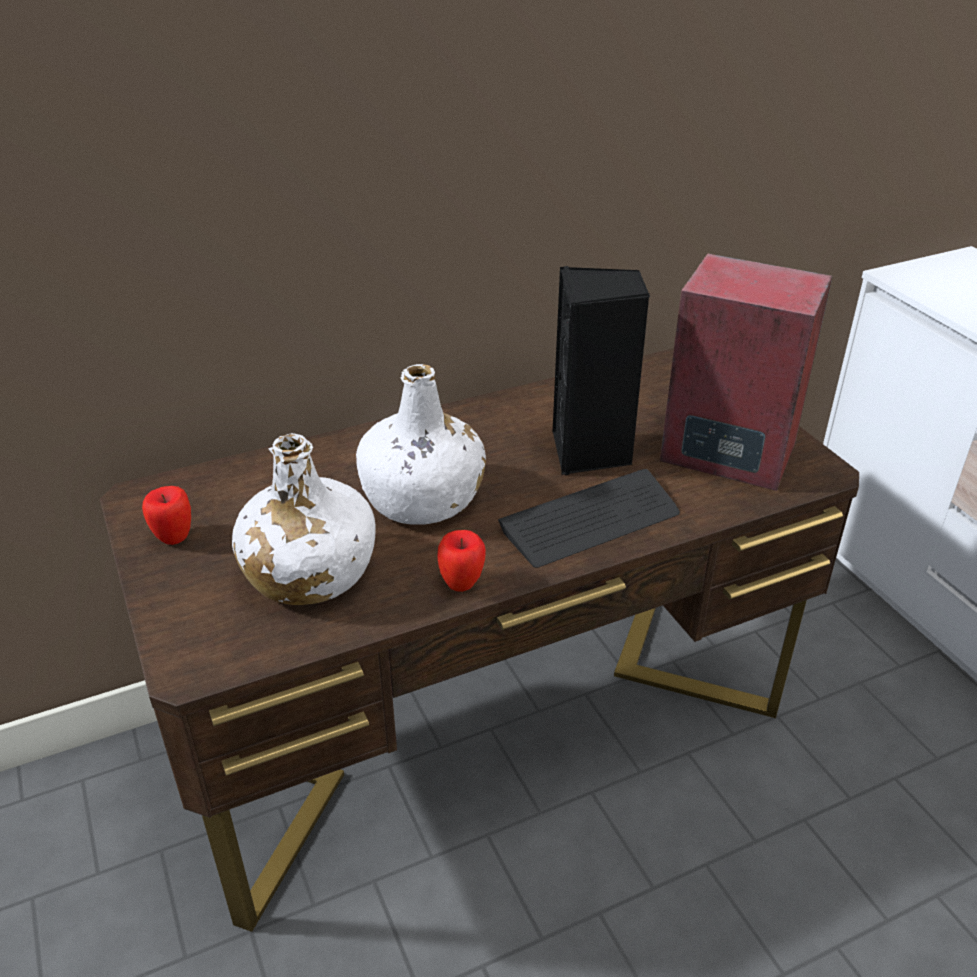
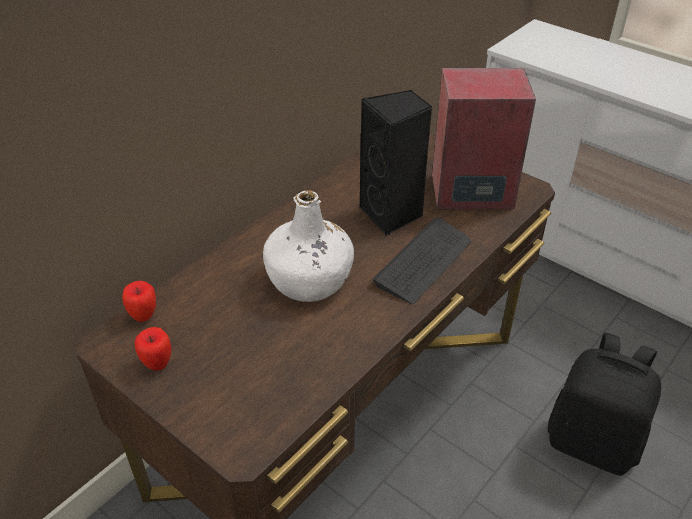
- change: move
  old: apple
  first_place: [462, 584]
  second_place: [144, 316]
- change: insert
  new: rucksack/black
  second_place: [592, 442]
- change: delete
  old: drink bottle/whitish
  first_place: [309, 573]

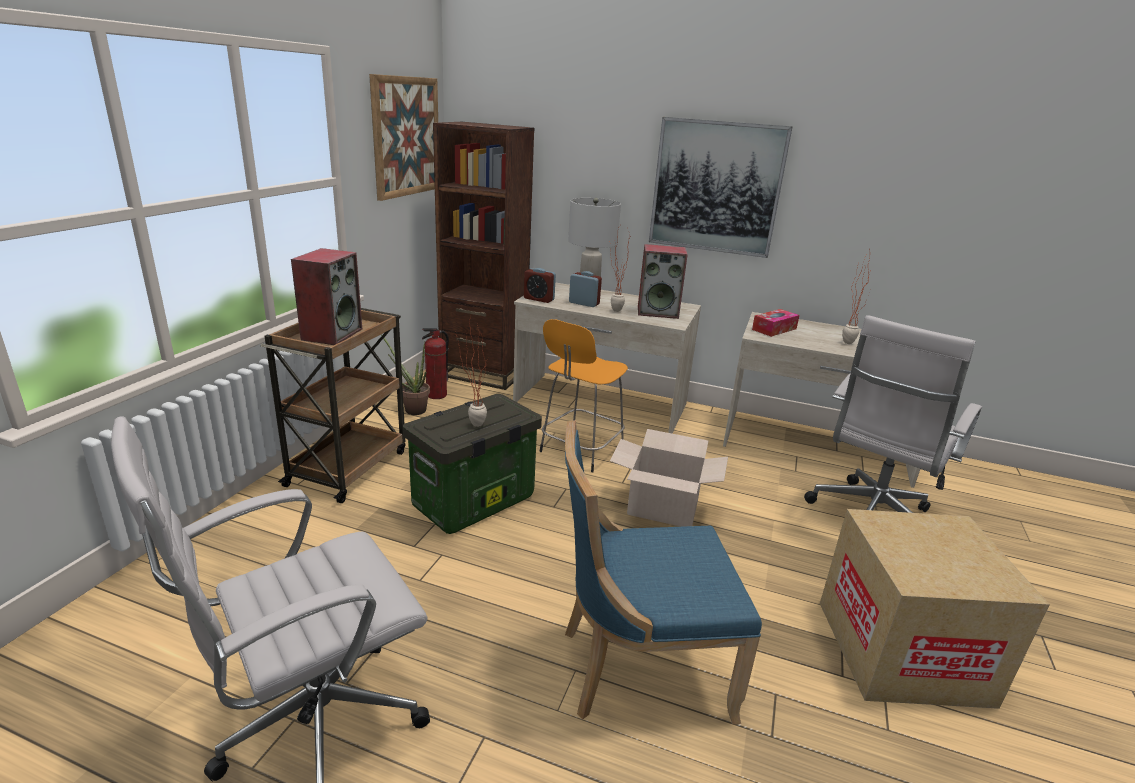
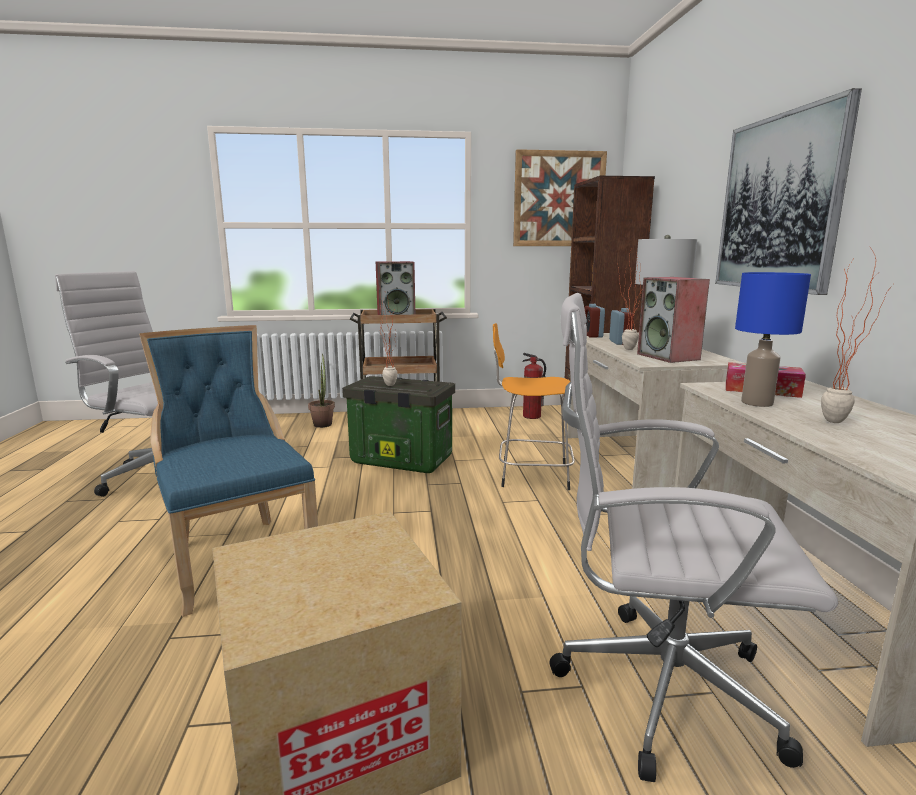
- change: move
  old: plant in a pot
  first_place: [411, 409]
  second_place: [323, 423]
- change: insert
  new: table lamp/bluish
  second_place: [756, 403]
- change: delete
  old: cardboard box
  first_place: [663, 507]

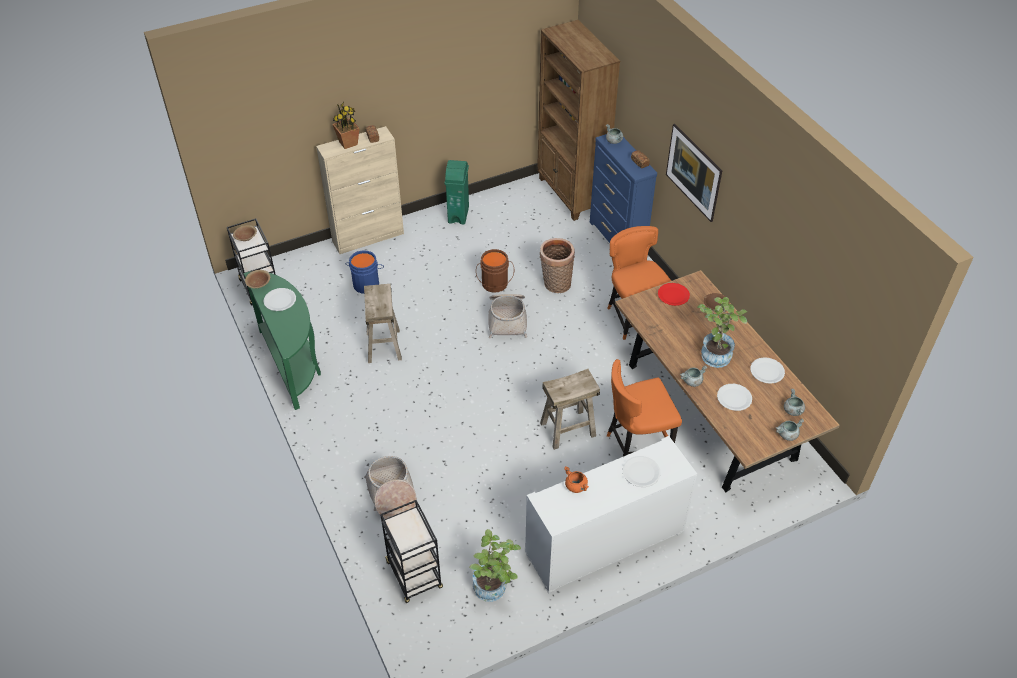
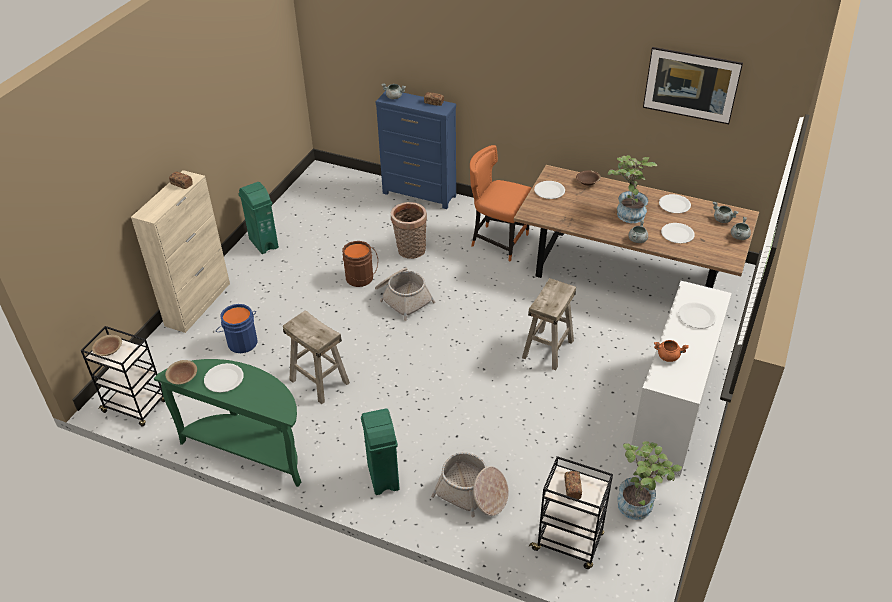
- change: insert
  new: rubbish bin/greenish
  second_place: [383, 477]
- change: recolor
  old: plate/reddish
  new: plate/whitish
  first_place: [673, 295]
  second_place: [549, 191]
- change: insert
  new: bread
  second_place: [572, 488]
- change: move
  old: wall picture
  first_place: [691, 185]
  second_place: [688, 100]
- change: delete
  old: plant in a pot
  first_place: [348, 143]
- change: delete
  old: bookcase/brownish
  first_place: [571, 194]
- change: delete
  old: upright chair/orange-coloured
  first_place: [636, 445]

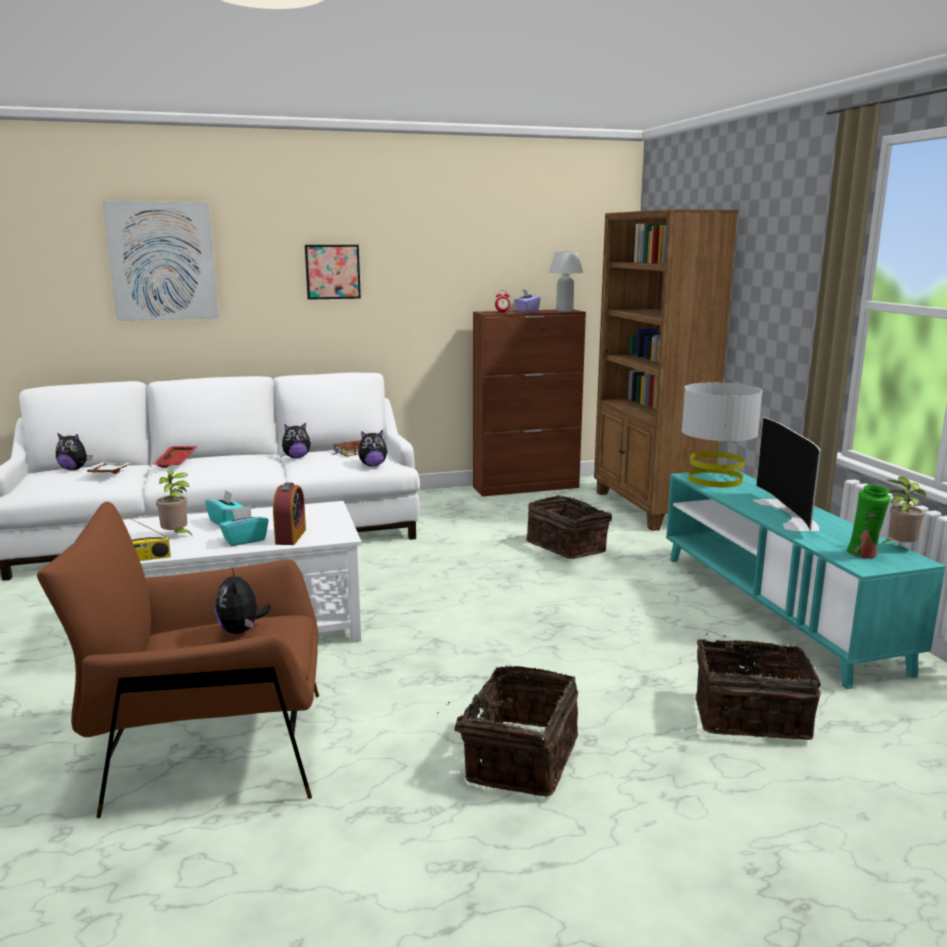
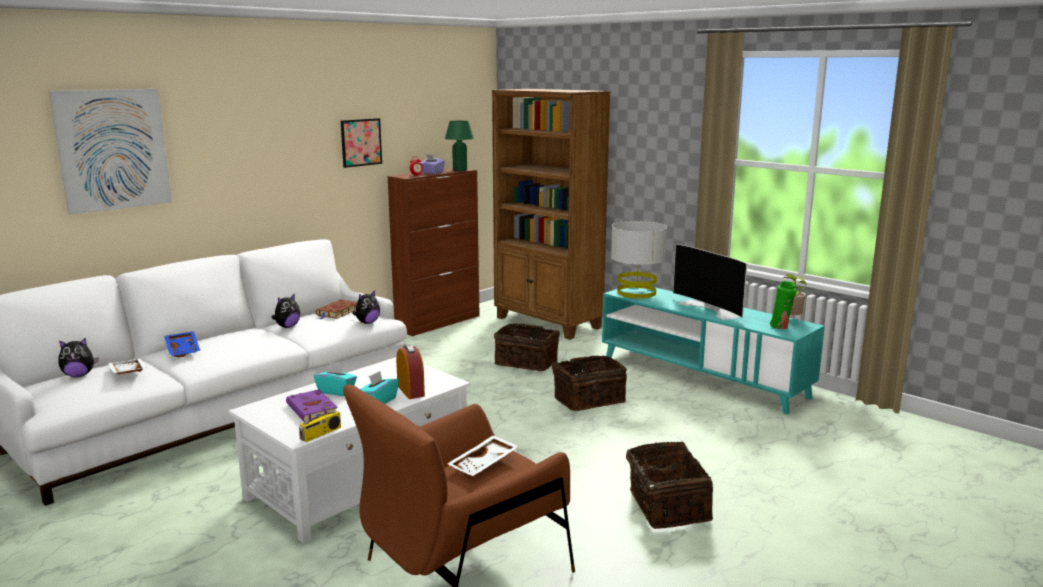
- change: recolor
  old: serving tray/reddish
  new: serving tray/bluish
  first_place: [177, 462]
  second_place: [184, 350]
- change: replace
  old: plant in a pot
  new: book/purple
  first_place: [176, 536]
  second_place: [313, 411]
- change: move
  old: wall picture
  first_place: [332, 271]
  second_place: [361, 142]
- change: recolor
  old: table lamp/whitish
  new: table lamp/greenish
  first_place: [564, 311]
  second_place: [460, 170]
- change: replace
  old: soft toy
  new: serving tray/whitish
  first_place: [241, 631]
  second_place: [484, 464]
- change: move
  old: storage basket
  first_place: [750, 716]
  second_place: [588, 400]

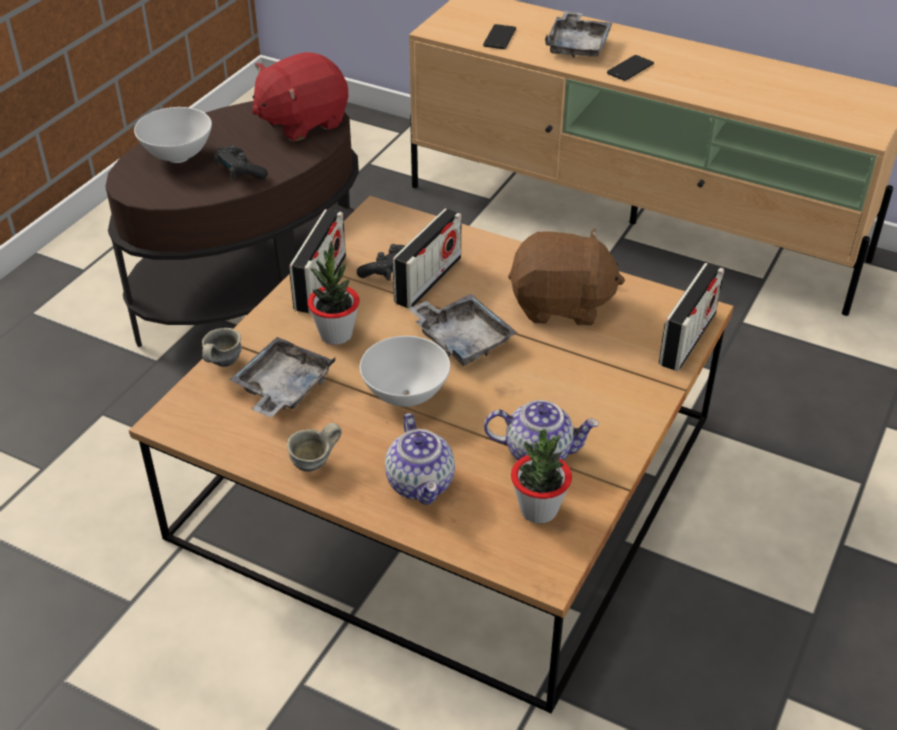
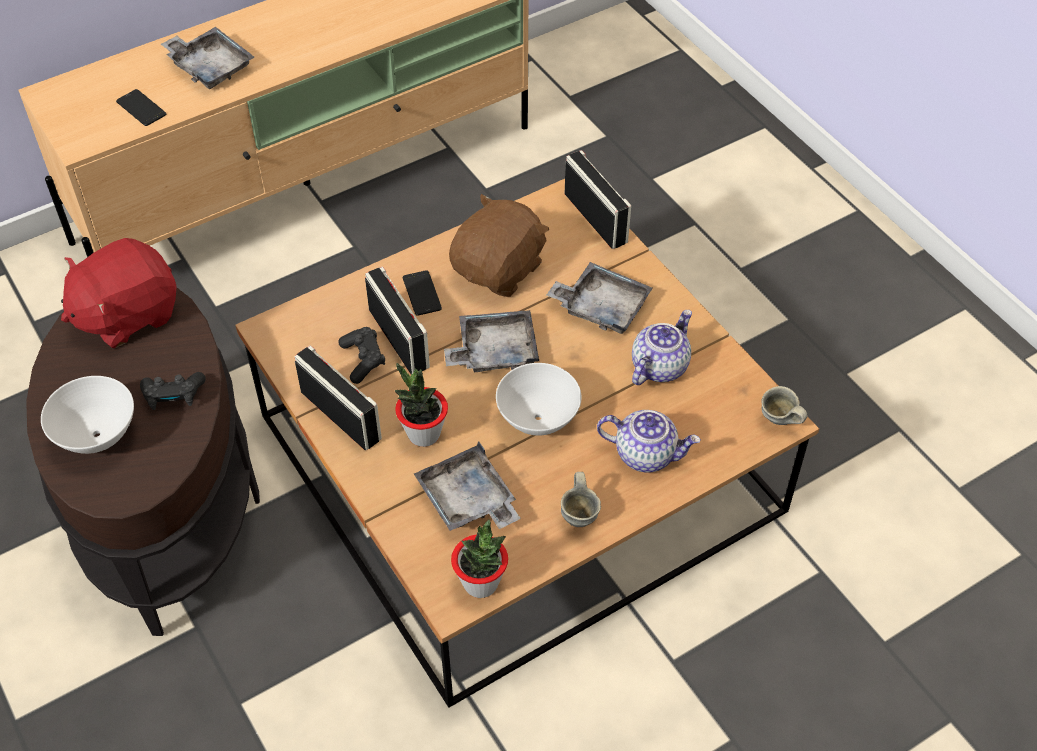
- change: rotate
  old: soft toy/reddish
  first_place: [301, 122]
  second_place: [127, 314]
  degrees: 60
- change: move
  old: phone
  first_place: [630, 68]
  second_place: [422, 293]
- change: move
  old: plant in a pot
  first_place: [538, 510]
  second_place: [481, 583]
- change: insert
  new: serving tray/grey
  second_place: [601, 307]
- change: move
  old: coffee mug/grey
  first_place: [221, 363]
  second_place: [778, 422]

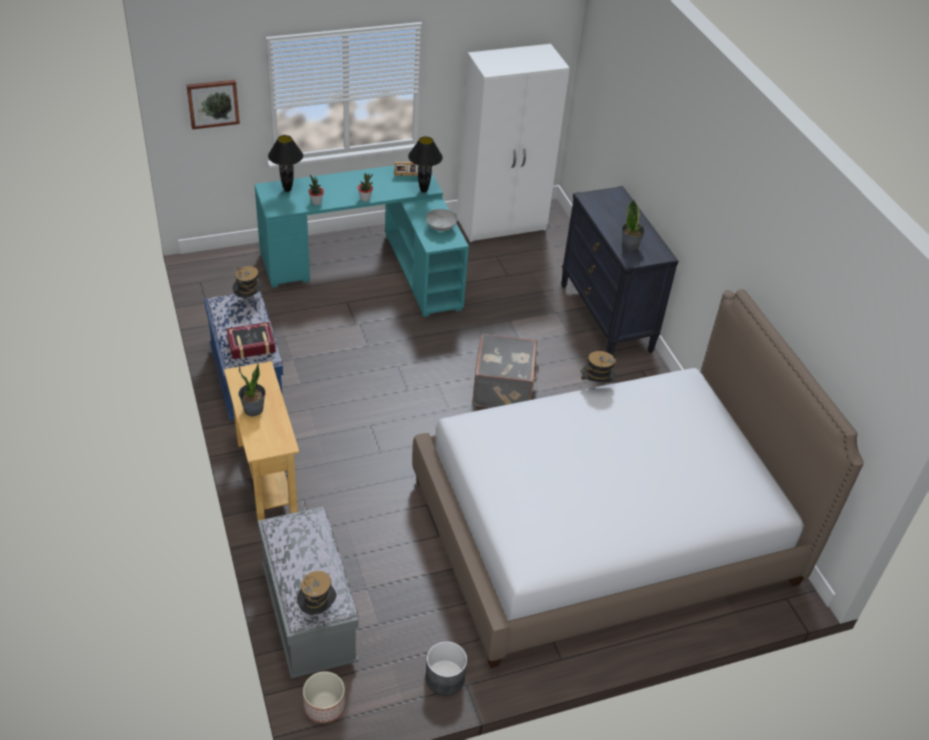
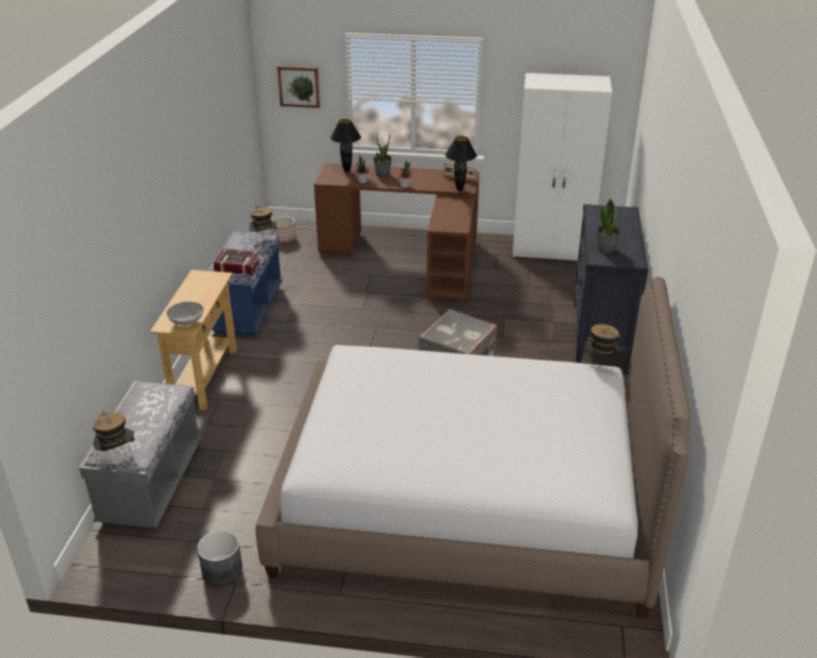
- change: move
  old: serving bowl/grey
  first_place: [440, 227]
  second_place: [186, 322]
- change: move
  old: planter
  first_place: [324, 706]
  second_place: [283, 238]
- change: recolor
  old: desk/blue-green
  new: desk/brownish
  first_place: [371, 266]
  second_place: [411, 256]
- change: move
  old: plant in a pot
  first_place: [253, 409]
  second_place: [383, 174]
- change: move
  old: wearable hat
  first_place: [596, 385]
  second_place: [600, 363]

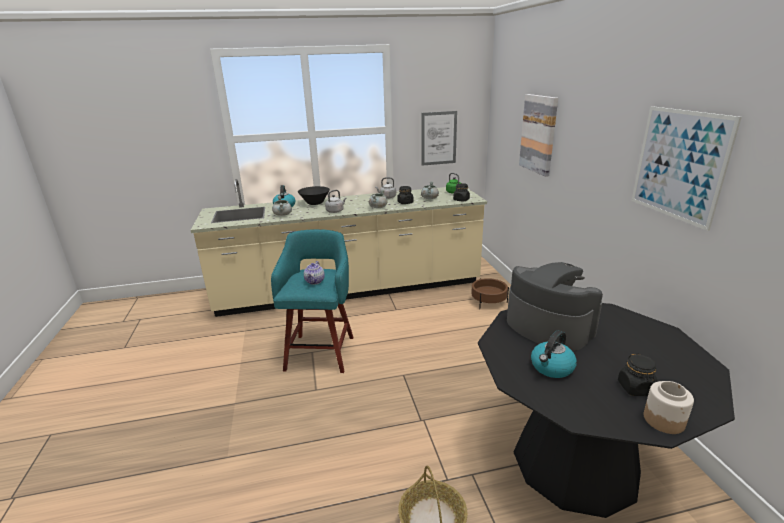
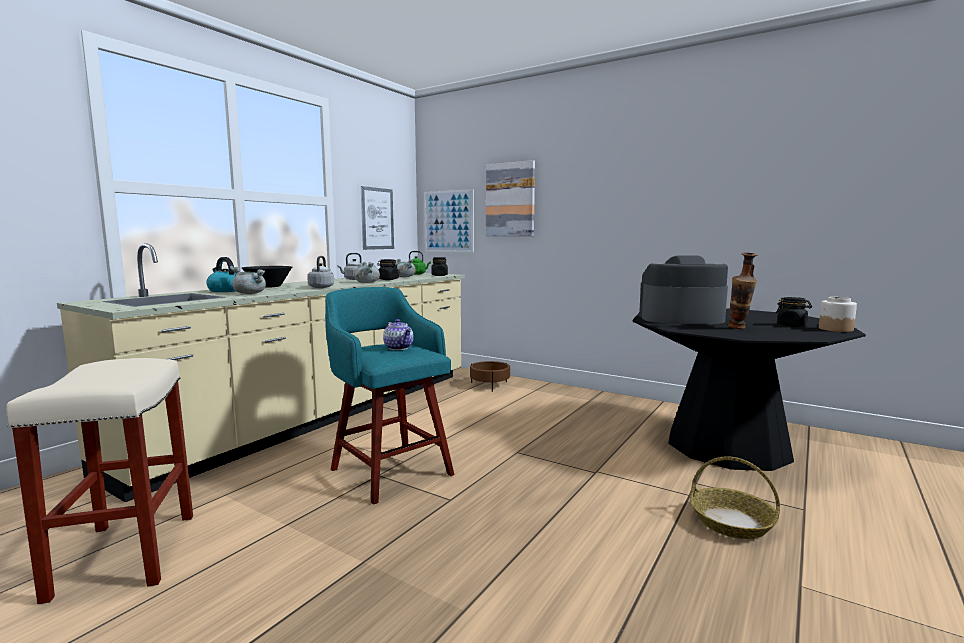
- change: insert
  new: stool seat/beige
  second_place: [125, 553]
- change: move
  old: wall picture
  first_place: [679, 165]
  second_place: [448, 221]
- change: replace
  old: tea kettle
  new: vase
  first_place: [552, 368]
  second_place: [739, 329]

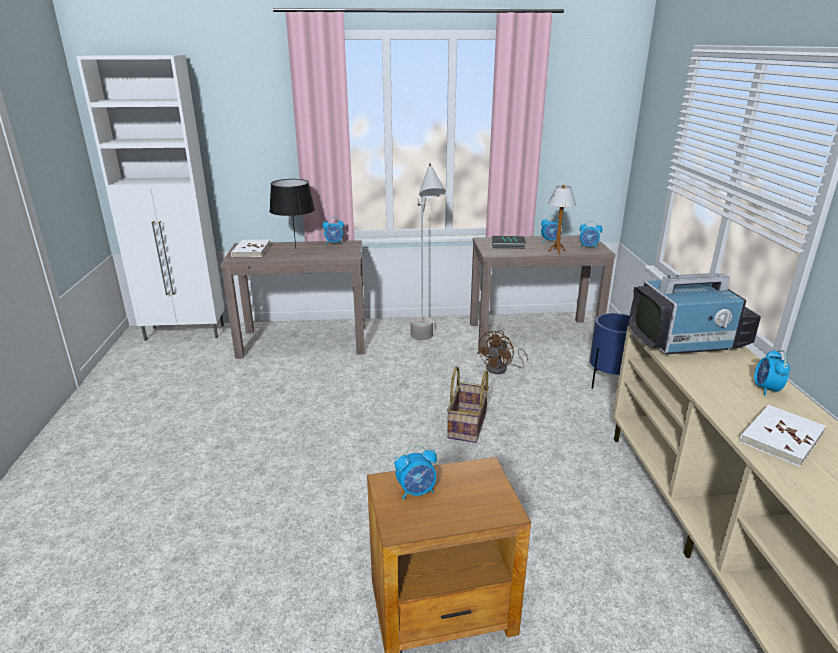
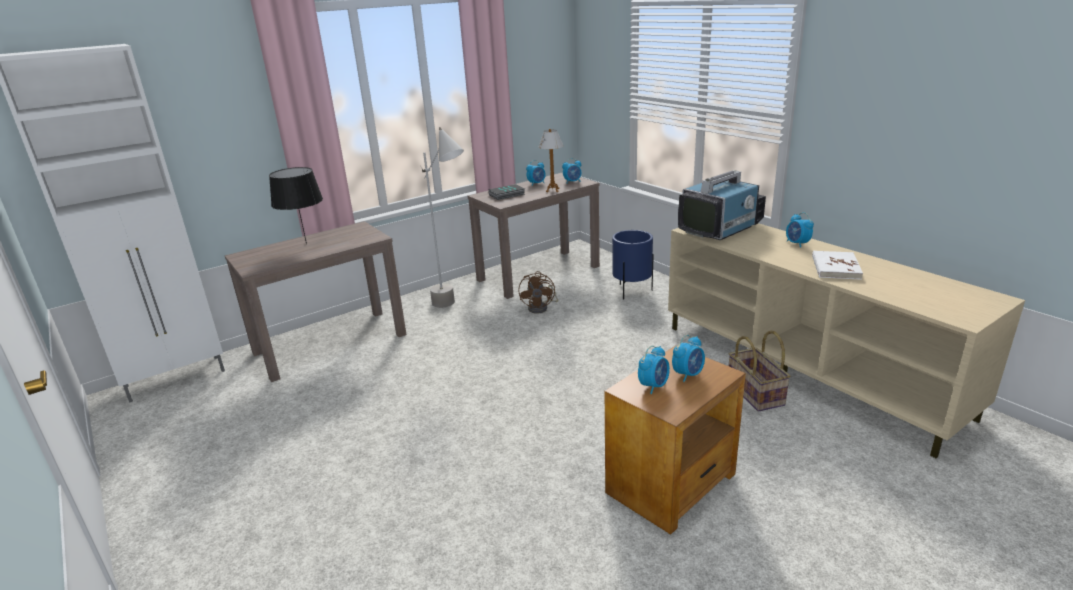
- change: move
  old: bedside clock
  first_place: [334, 243]
  second_place: [688, 374]
- change: move
  old: storage basket
  first_place: [468, 425]
  second_place: [756, 393]
- change: delete
  old: book/whitish
  first_place: [251, 250]

